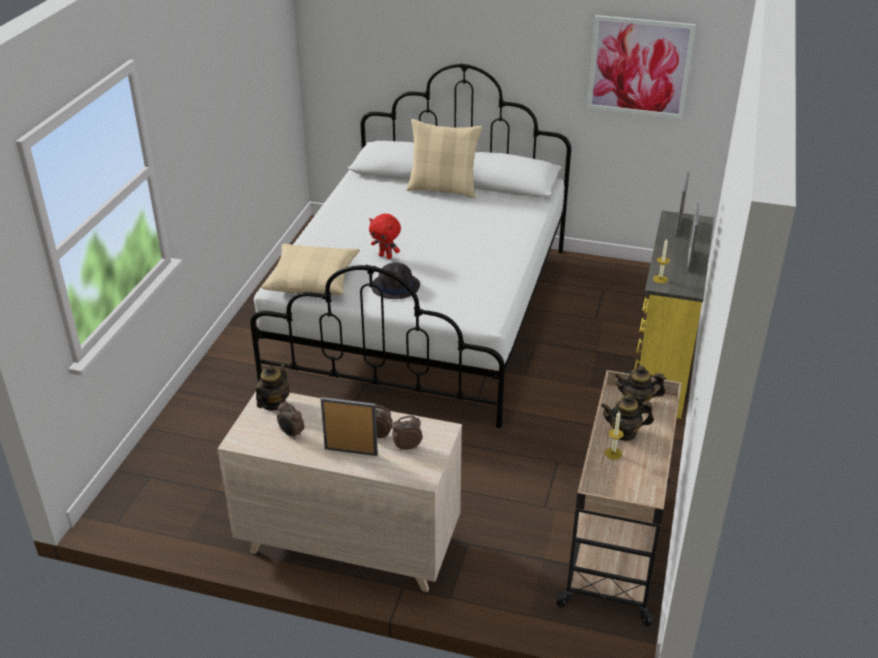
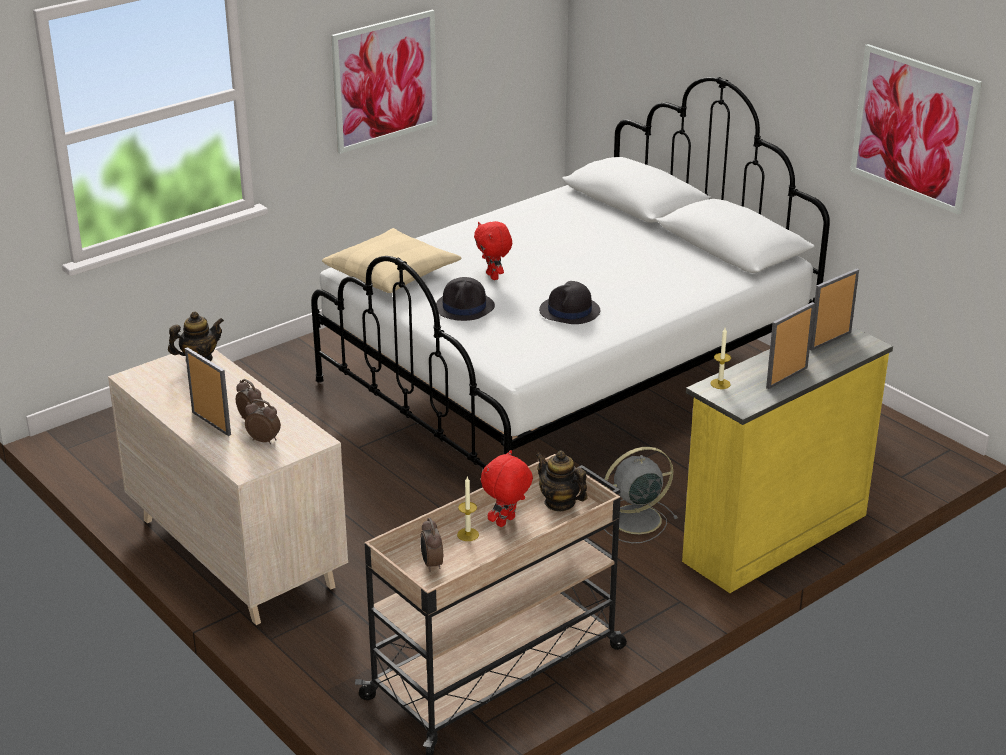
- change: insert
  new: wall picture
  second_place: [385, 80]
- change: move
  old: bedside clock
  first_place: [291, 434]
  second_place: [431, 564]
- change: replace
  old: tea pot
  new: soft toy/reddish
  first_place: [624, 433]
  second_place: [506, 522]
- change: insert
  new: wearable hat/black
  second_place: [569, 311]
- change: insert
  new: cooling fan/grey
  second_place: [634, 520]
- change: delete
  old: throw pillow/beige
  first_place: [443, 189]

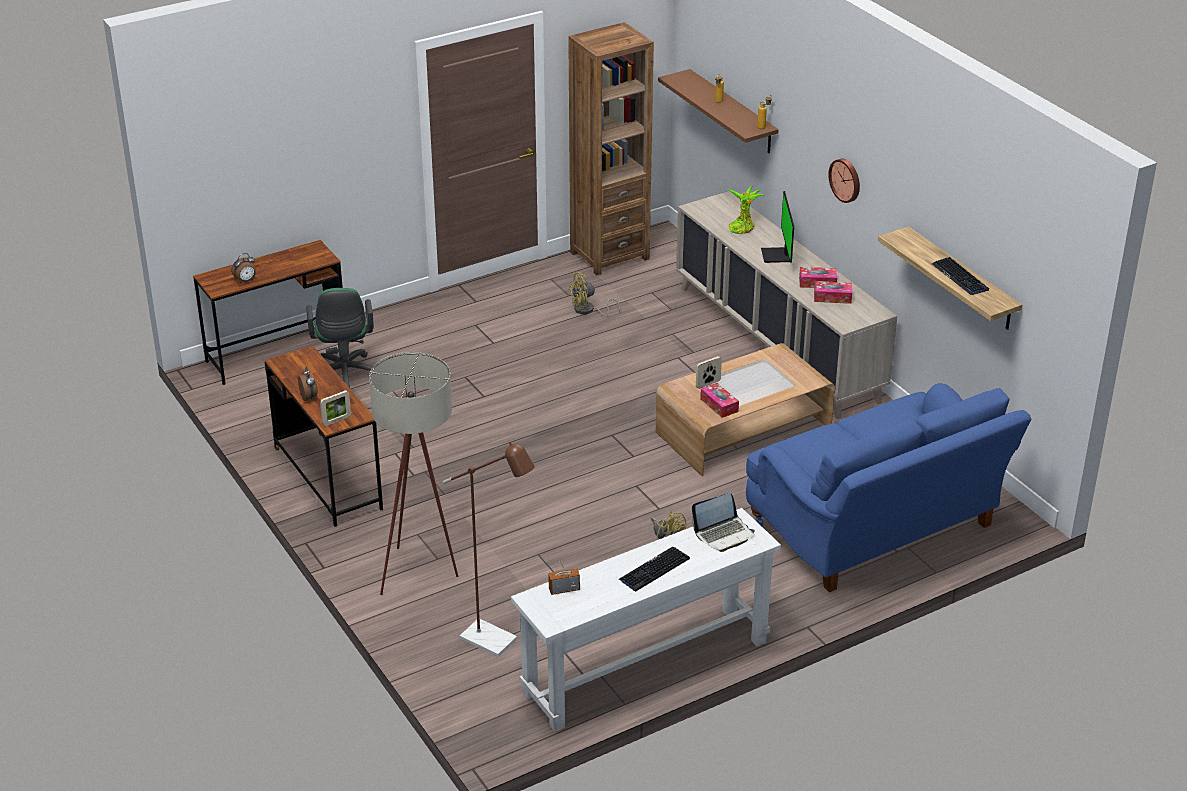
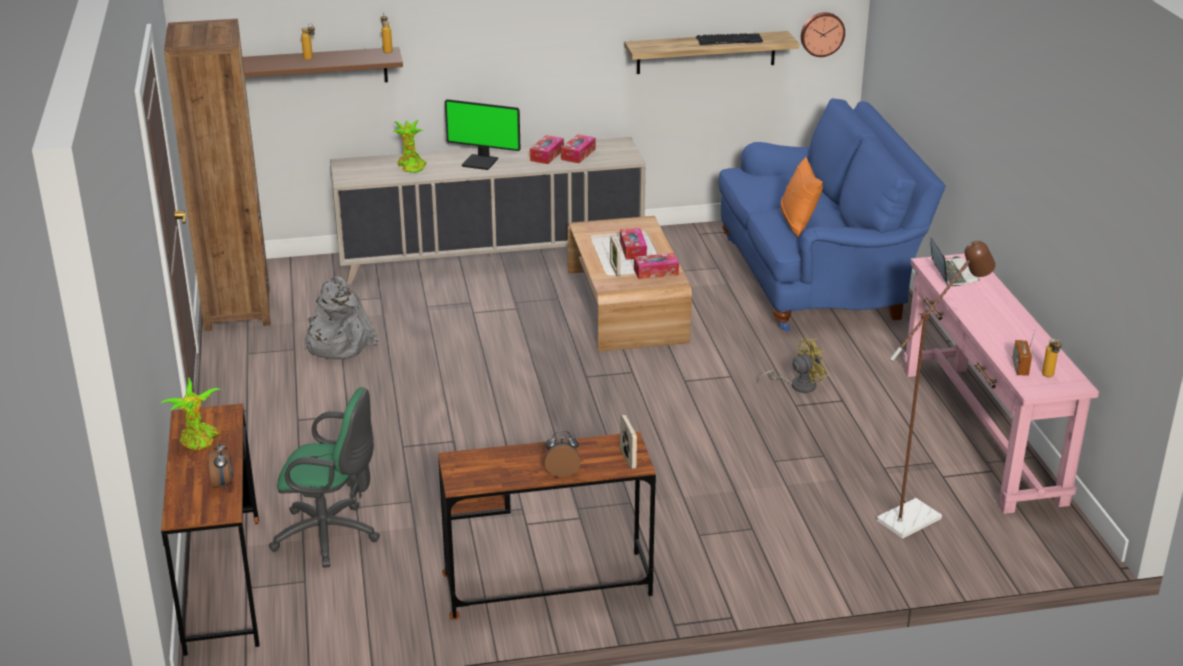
- change: insert
  new: plant in a pot
  second_place: [199, 442]
- change: replace
  old: cooling fan/yellow
  new: rucksack/grey
  first_place: [588, 311]
  second_place: [337, 344]
- change: insert
  new: tissue box
  second_place: [633, 249]
- change: insert
  new: throw pillow/orange-coloured
  second_place: [798, 223]
- change: move
  old: clock on the wall
  first_place: [846, 180]
  second_place: [822, 33]
- change: recolor
  old: narrow table/whitish
  new: narrow table/pink
  first_place: [646, 666]
  second_place: [981, 434]
- change: insert
  new: drink bottle
  second_place: [1049, 377]
- change: delete
  old: standard lamp/beige
  first_place: [421, 574]
- change: delete
  old: PC keyboard
  first_place: [654, 570]

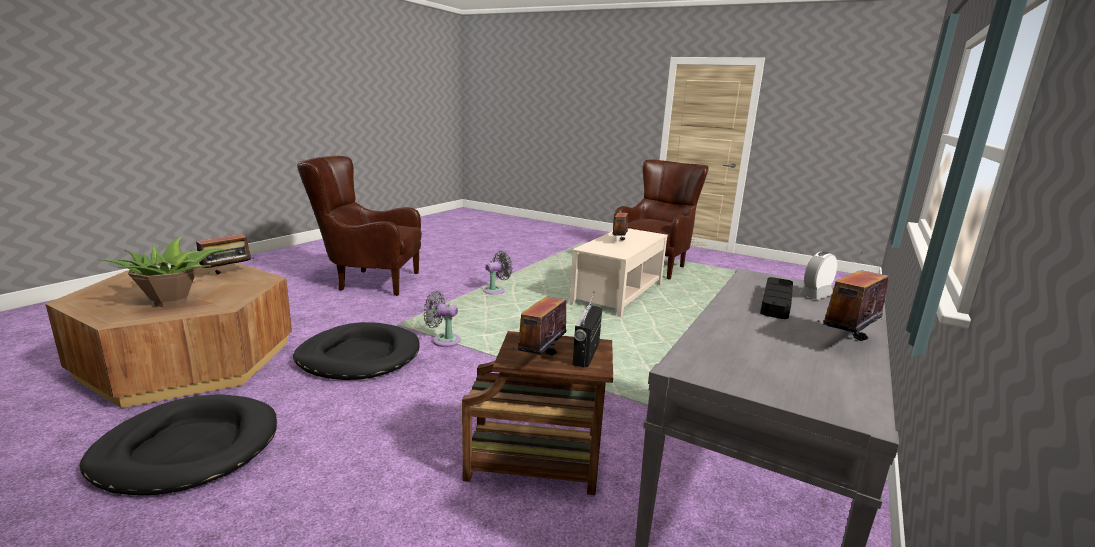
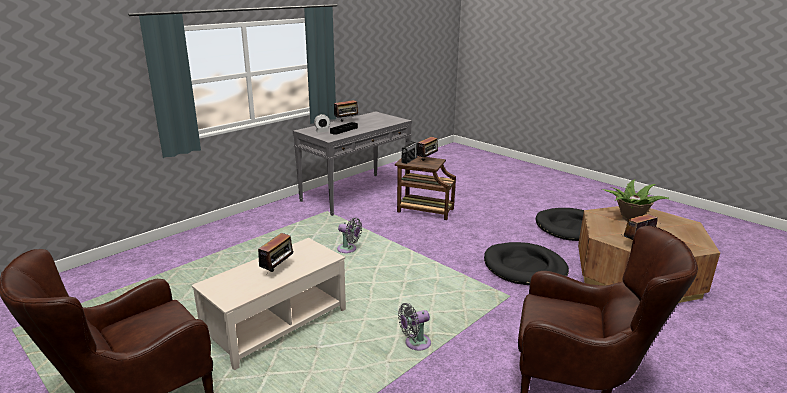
- change: move
  old: cooling fan/grey
  first_place: [443, 340]
  second_place: [348, 249]

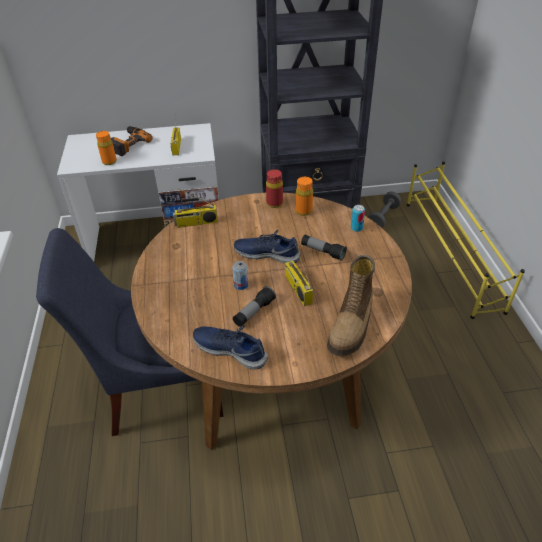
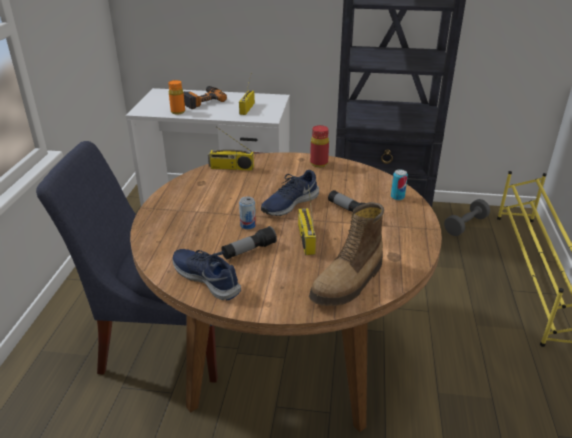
- change: rotate
  old: item of footwear/bluish
  first_place: [267, 254]
  second_place: [289, 203]
  degrees: -75
- change: delete
  old: drink bottle/orange-coloured
  first_place: [303, 211]

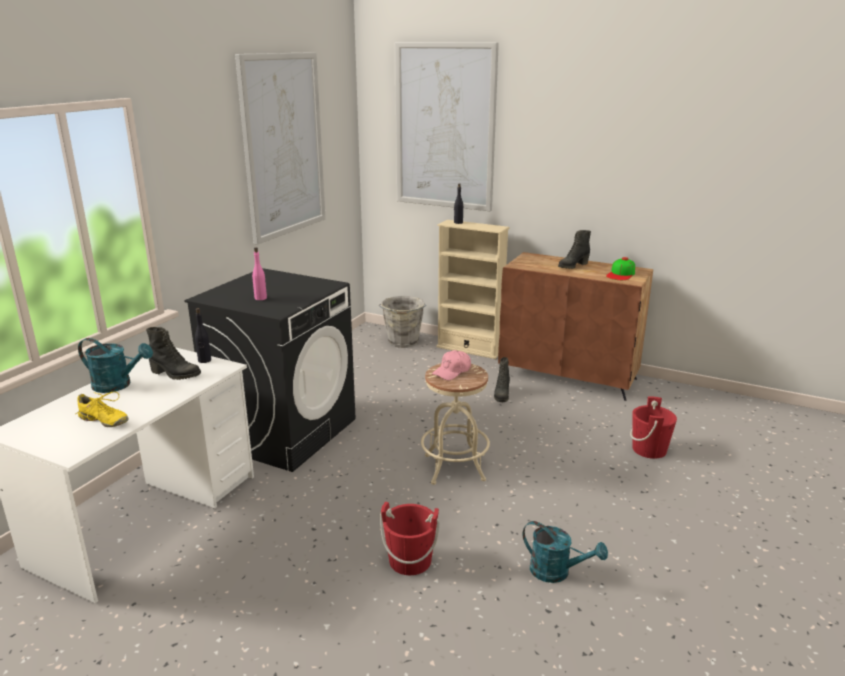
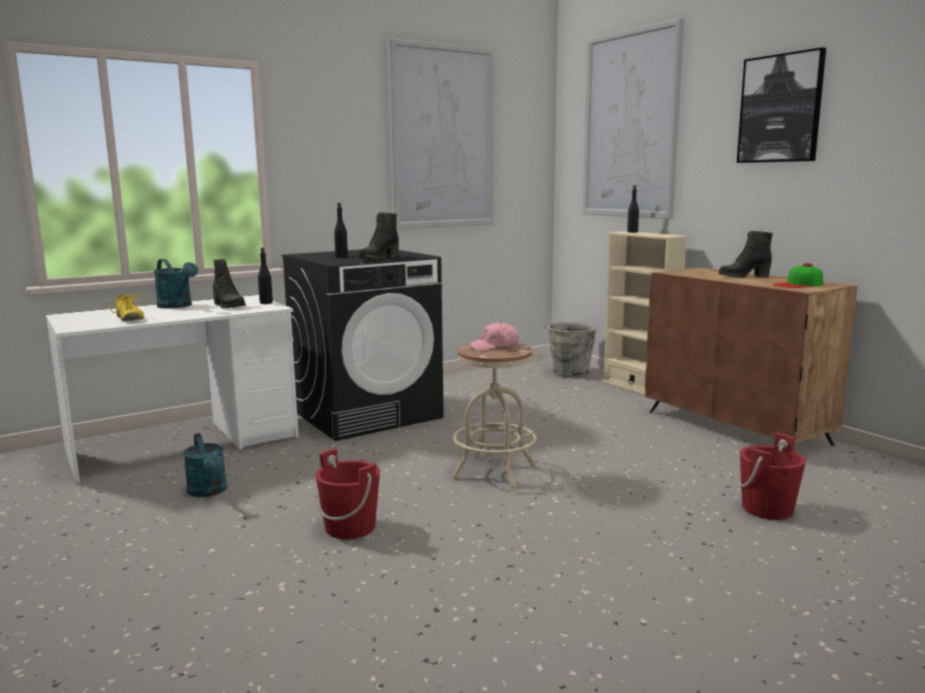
- change: move
  old: watering pot/blue-green
  first_place: [557, 572]
  second_place: [209, 492]
- change: recolor
  old: drink bottle/pink
  new: drink bottle/black
  first_place: [260, 298]
  second_place: [341, 257]
- change: move
  old: high-top boot/black
  first_place: [501, 395]
  second_place: [378, 258]
- change: insert
  new: wall picture
  second_place: [780, 109]

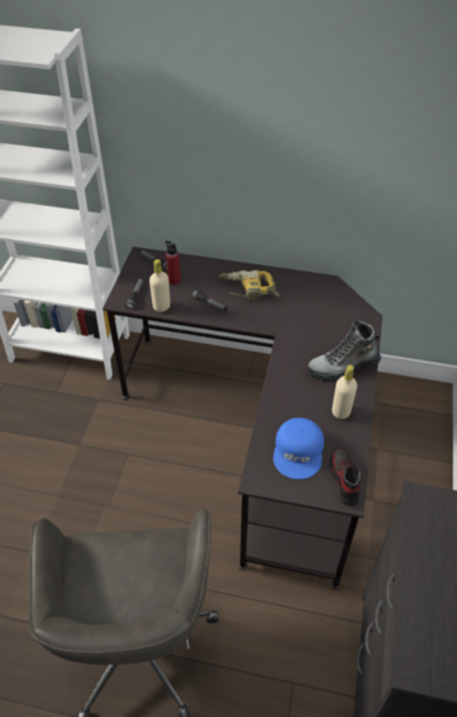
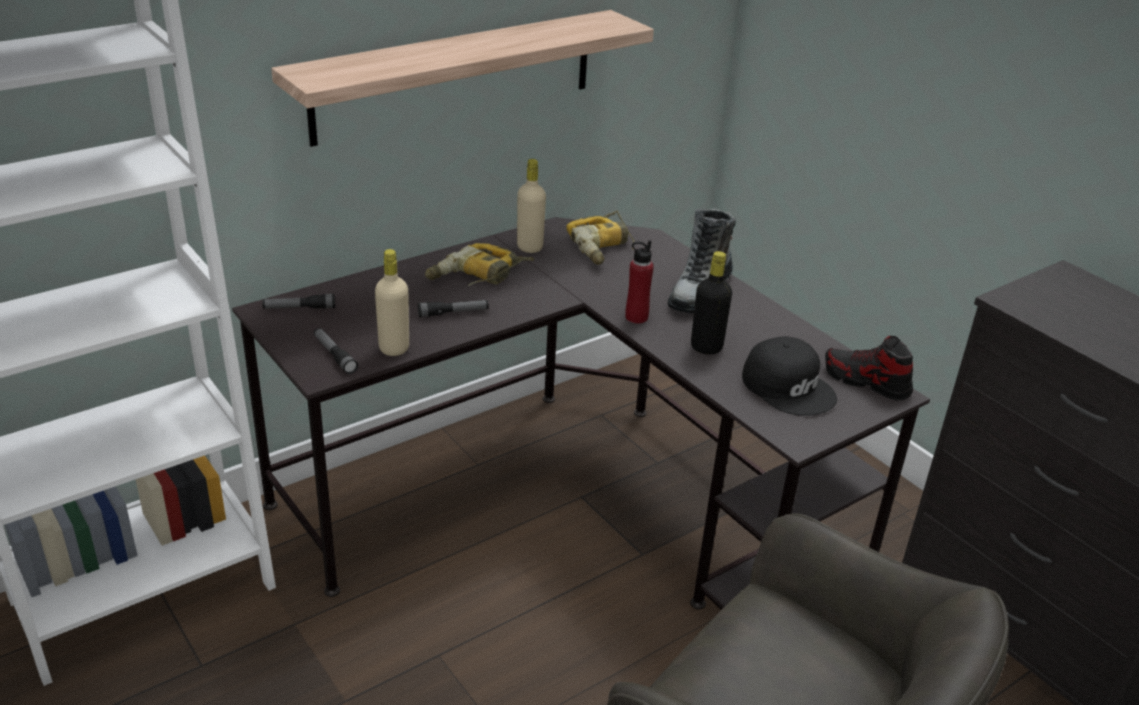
- change: insert
  new: shelf
  second_place: [456, 76]
- change: move
  old: drink bottle/beige
  first_place: [341, 411]
  second_place: [529, 247]
- change: insert
  new: electric drill
  second_place: [603, 246]
- change: move
  old: drink bottle/reddish
  first_place: [174, 280]
  second_place: [636, 317]
- change: insert
  new: drink bottle/black
  second_place: [706, 347]
- change: recolor
  old: baseball cap/bluish
  new: baseball cap/black
  first_place: [299, 451]
  second_place: [789, 386]

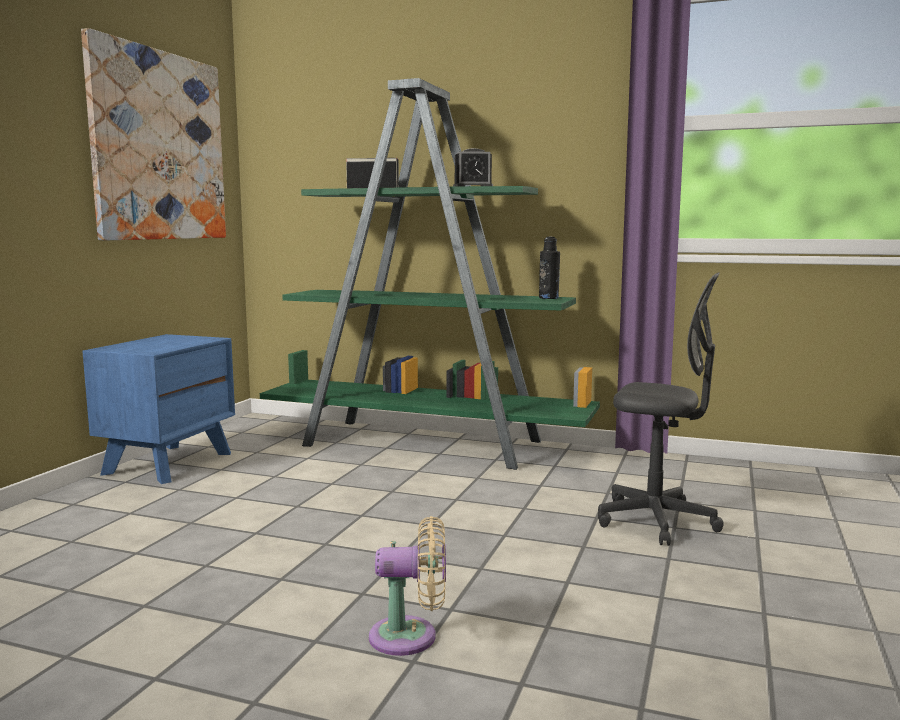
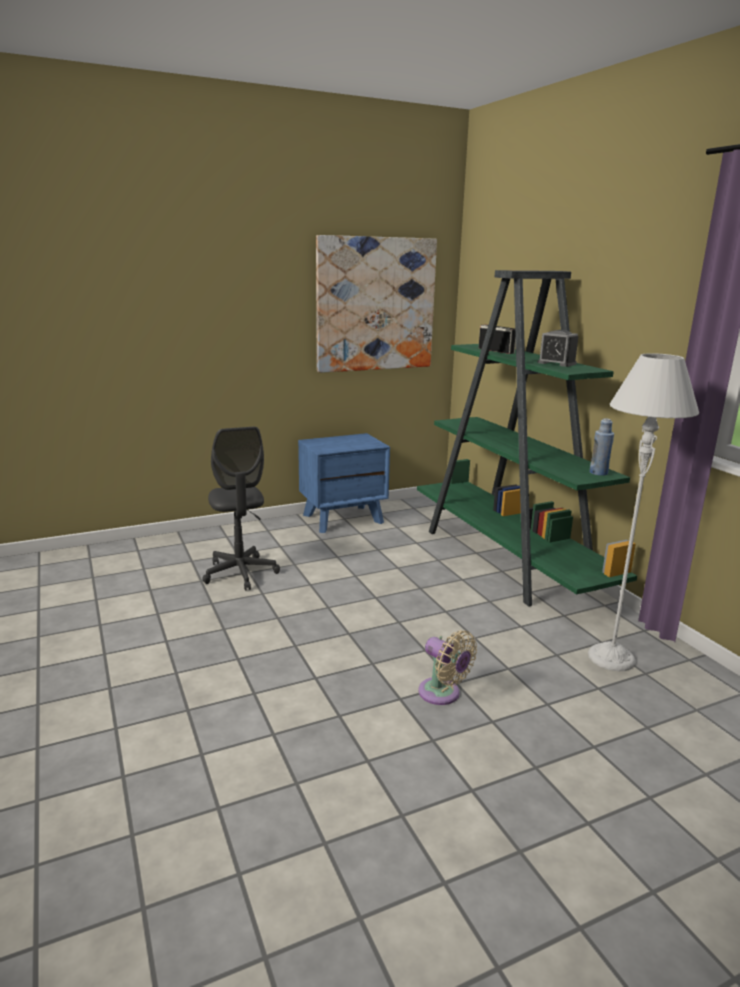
- change: move
  old: computer chair/grey
  first_place: [656, 521]
  second_place: [240, 573]
- change: move
  old: cooling fan/beige
  first_place: [410, 637]
  second_place: [442, 694]
- change: insert
  new: standard lamp/grey
  second_place: [611, 658]
- change: recolor
  old: drink bottle/black
  new: drink bottle/bluish
  first_place: [548, 298]
  second_place: [598, 473]

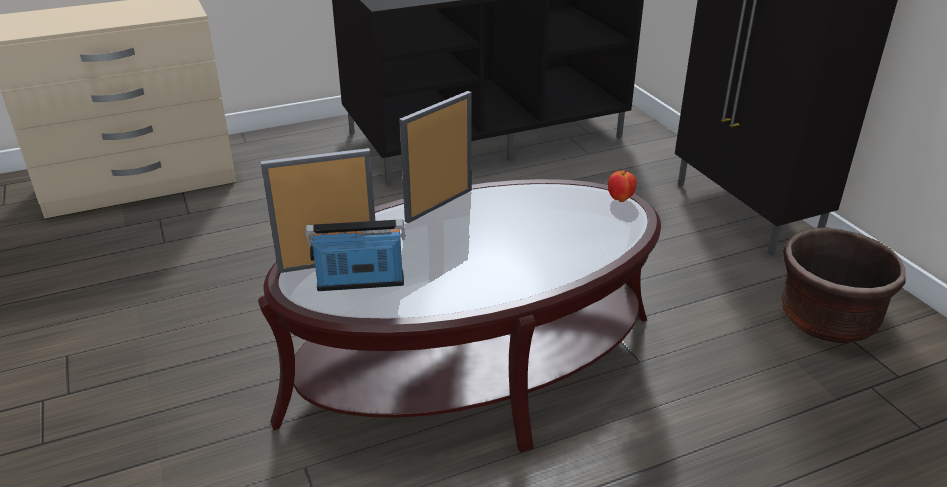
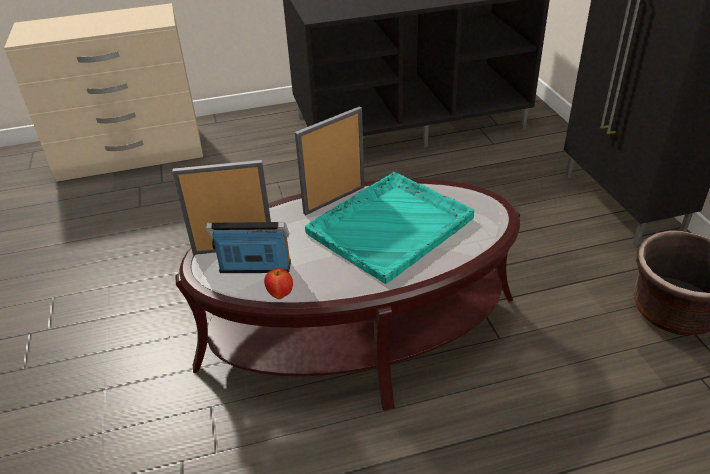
- change: move
  old: apple
  first_place: [620, 199]
  second_place: [280, 295]
- change: insert
  new: serving tray/blue-green
  second_place: [391, 225]

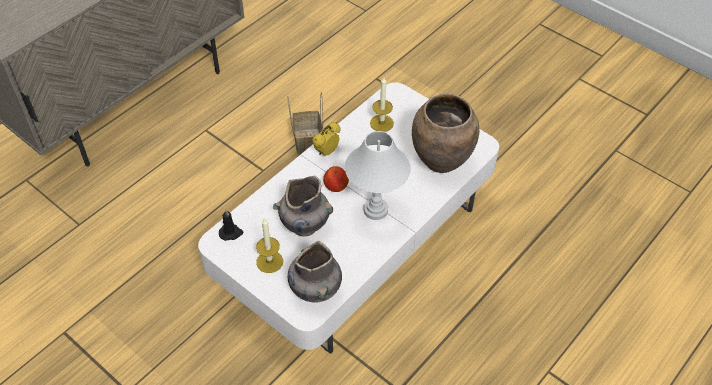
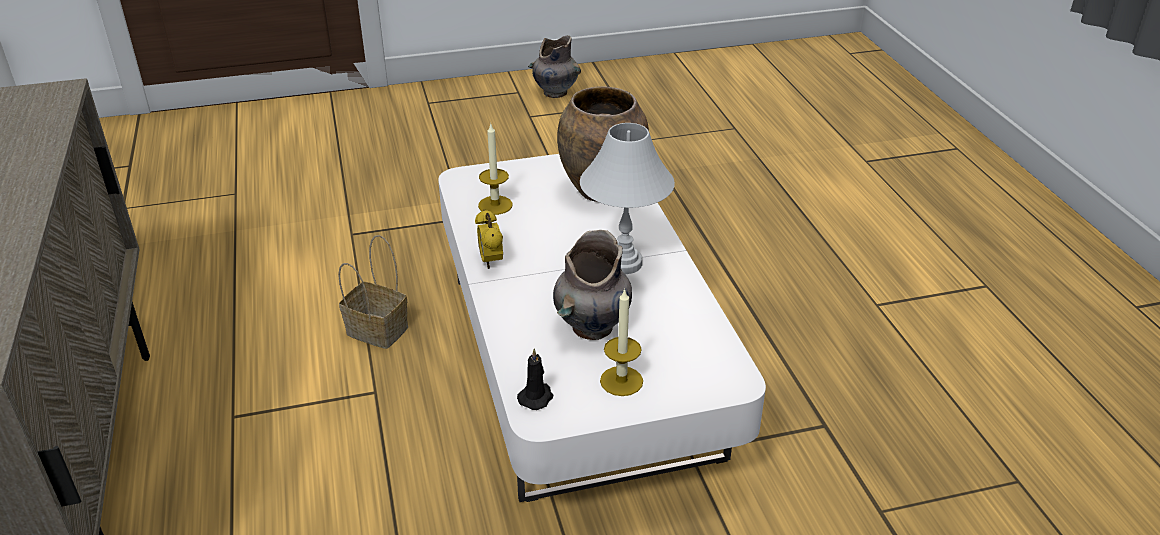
- change: move
  old: vase/grey
  first_place: [315, 290]
  second_place: [554, 93]
- change: delete
  old: apple
  first_place: [335, 186]

